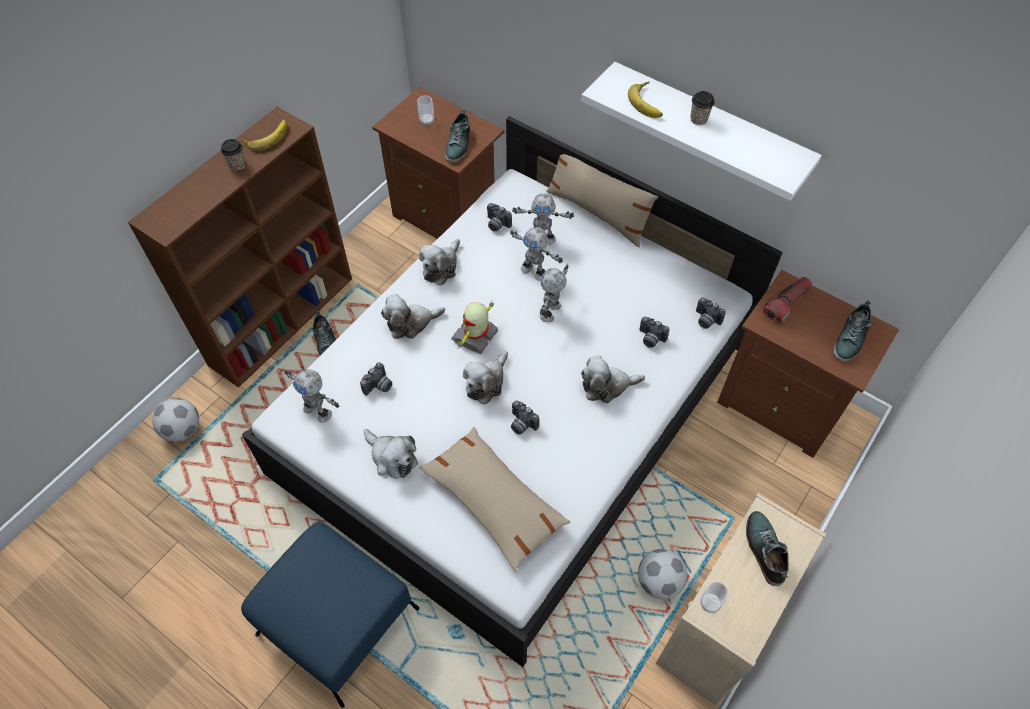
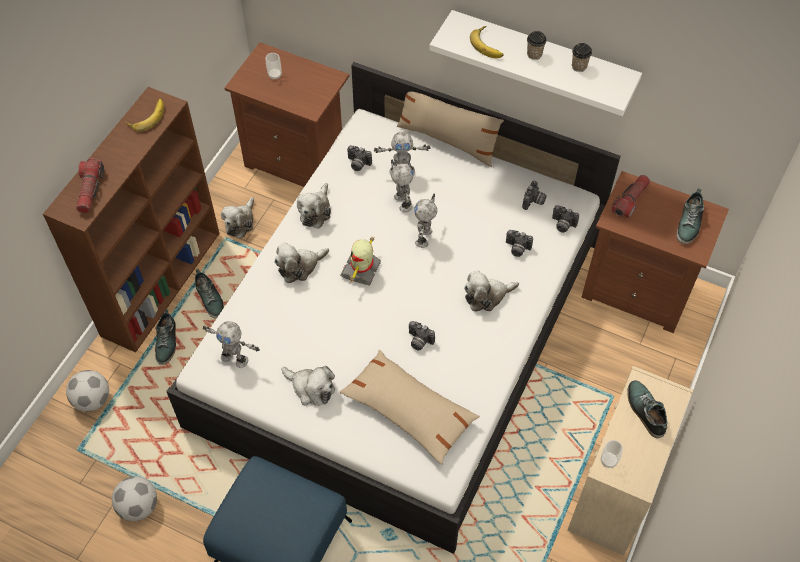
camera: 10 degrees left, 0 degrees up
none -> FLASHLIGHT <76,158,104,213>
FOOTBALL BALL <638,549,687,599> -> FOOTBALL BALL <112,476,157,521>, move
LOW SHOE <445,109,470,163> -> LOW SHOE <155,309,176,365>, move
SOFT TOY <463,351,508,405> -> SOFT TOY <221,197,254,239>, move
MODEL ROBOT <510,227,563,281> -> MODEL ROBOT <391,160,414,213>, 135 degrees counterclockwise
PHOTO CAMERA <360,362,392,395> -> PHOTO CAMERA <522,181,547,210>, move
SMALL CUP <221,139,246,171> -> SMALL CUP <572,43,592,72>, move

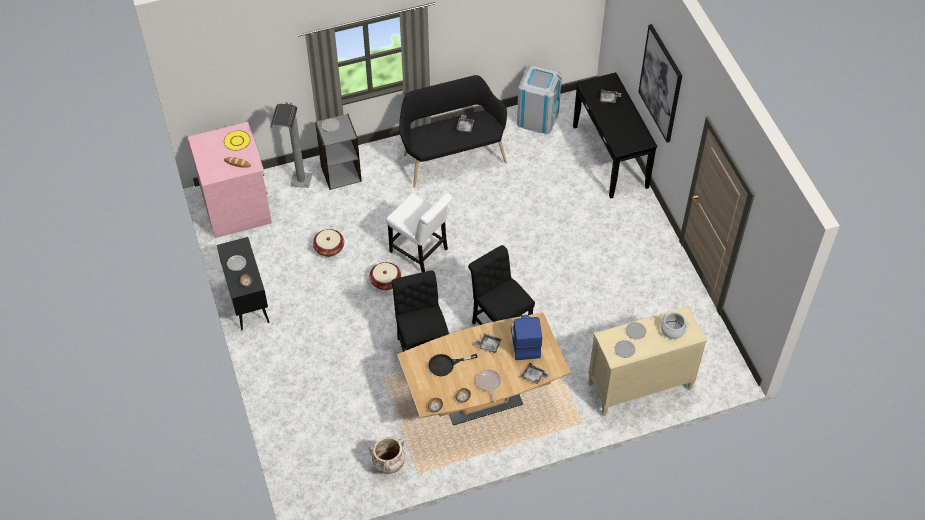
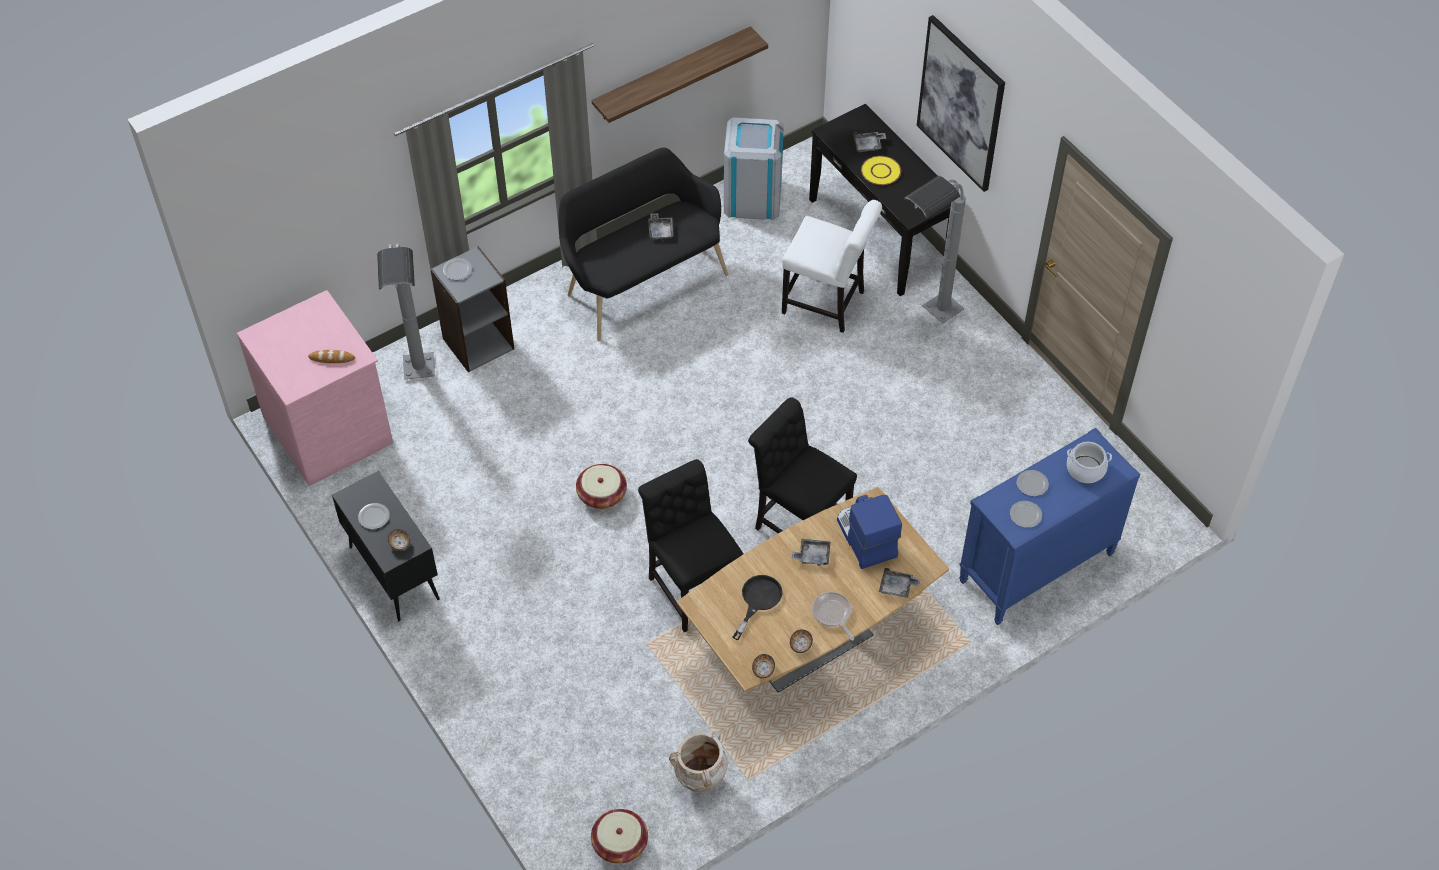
camera: 15 degrees left, 0 degrees up
HOUSEHOLD BASKET <313,229,344,257> -> HOUSEHOLD BASKET <591,809,648,864>, move
none -> SHELF <592,26,768,123>
BLACK-COLOURED FRYING PAN <428,354,477,376> -> BLACK-COLOURED FRYING PAN <732,575,782,640>, 150 degrees clockwise
WHITE-COLOURED UPRIGHT CHAIR <386,193,452,272> -> WHITE-COLOURED UPRIGHT CHAIR <782,200,882,333>, move
YELLOW-COLOURED PLATE <224,130,251,151> -> YELLOW-COLOURED PLATE <861,156,901,185>, move
none -> GREY FLOOR LAMP <903,176,966,324>
SAND-COLOURED CHEST OF DRAWERS <588,305,707,416> -> BLUE-COLOURED CHEST OF DRAWERS <959,428,1140,625>

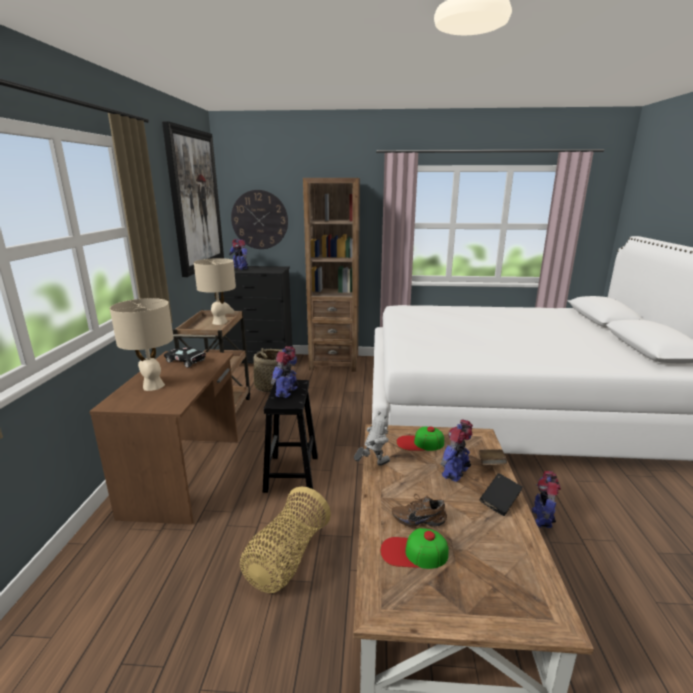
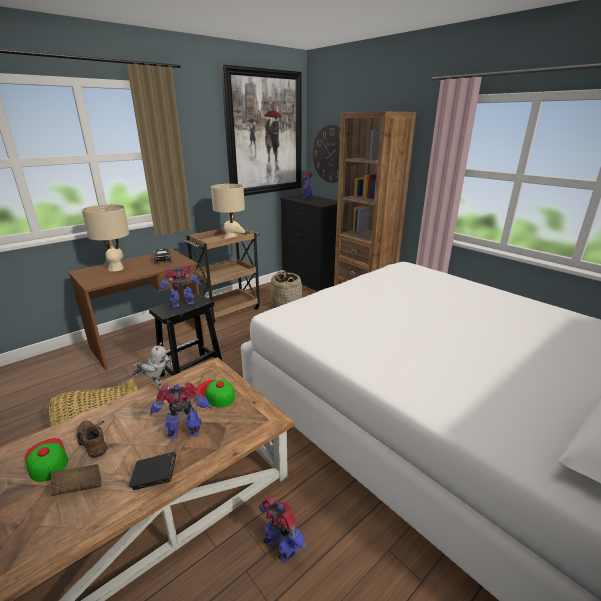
camera: 45 degrees right, 5 degrees up
BROWNISH VOLUME <479,449,507,465> -> BROWNISH VOLUME <51,464,101,496>, move
MODEL ROBOT <532,471,561,528> -> MODEL ROBOT <259,494,307,563>, 75 degrees clockwise

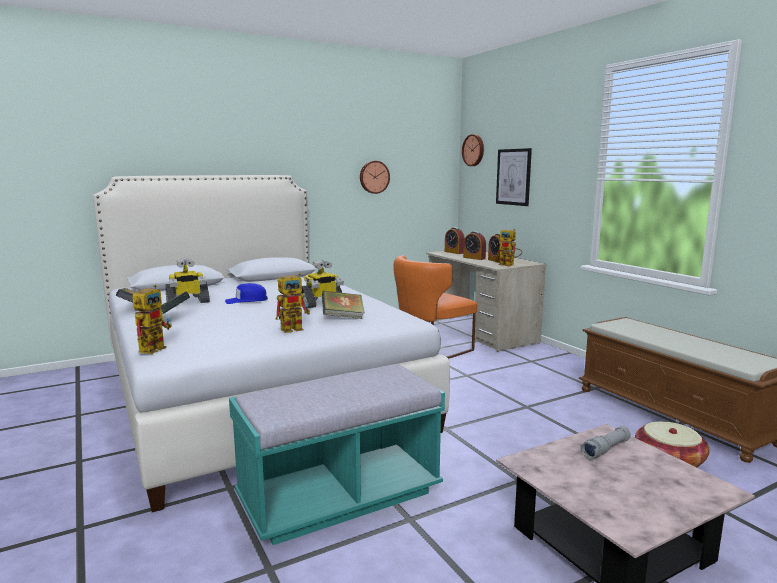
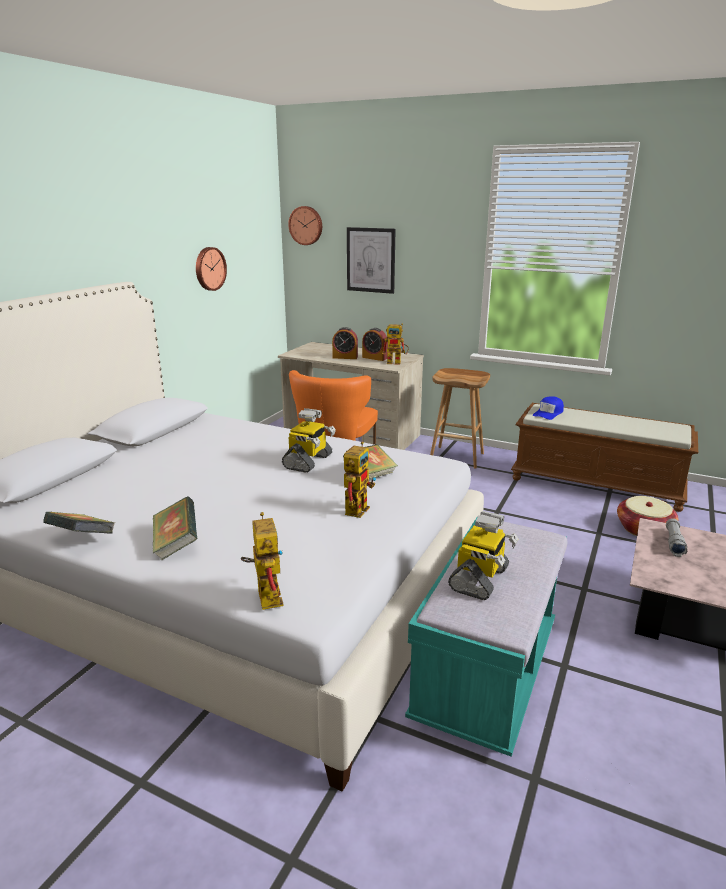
camera: 35 degrees left, 10 degrees up
none -> BROWNISH STOOL <430,368,490,468>
MODEL ROBOT <165,258,210,303> -> MODEL ROBOT <448,511,519,600>, move
BLUE-COLOURED PEAKED CAP <225,283,268,304> -> BLUE-COLOURED PEAKED CAP <533,396,564,420>, move
TABLE CLOCK <445,227,465,254> -> none

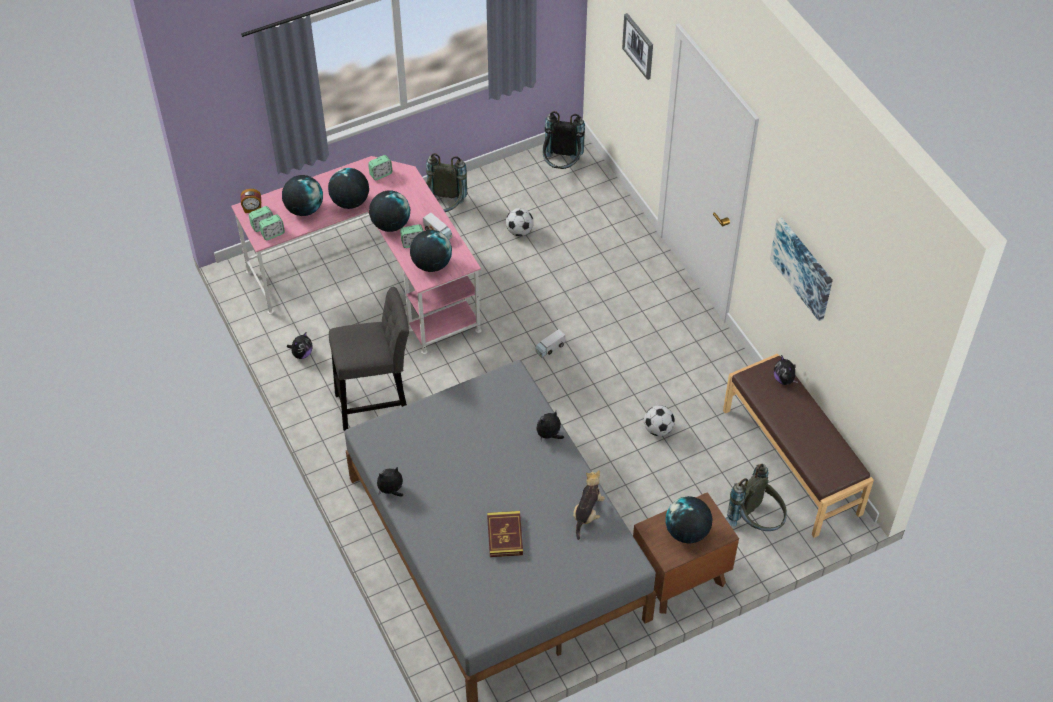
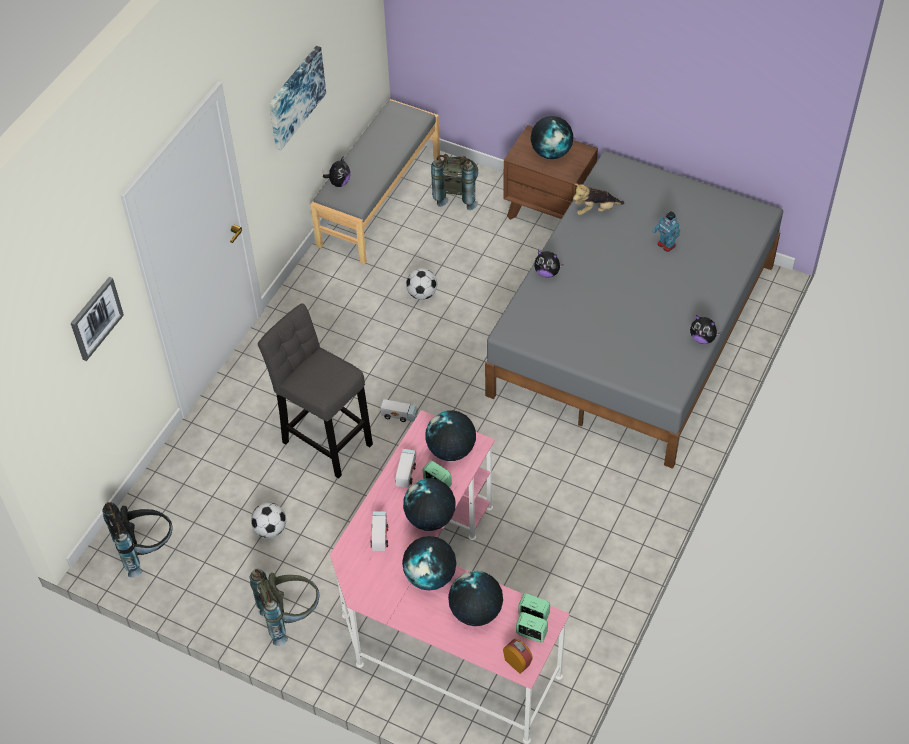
camera: 125 degrees left, 0 degrees up
GREY STOOL <329,287,409,431> -> GREY STOOL <258,303,373,479>, move
BROWNISH BENCH <723,354,874,538> -> GREY BENCH <310,99,440,265>
none -> TOY LORRY <370,511,388,551>
VOLUME <487,511,523,557> -> MODEL ROBOT <652,211,680,252>
SOFT TOY <287,332,313,359> -> none
TABLE CLOCK <368,155,392,180> -> none

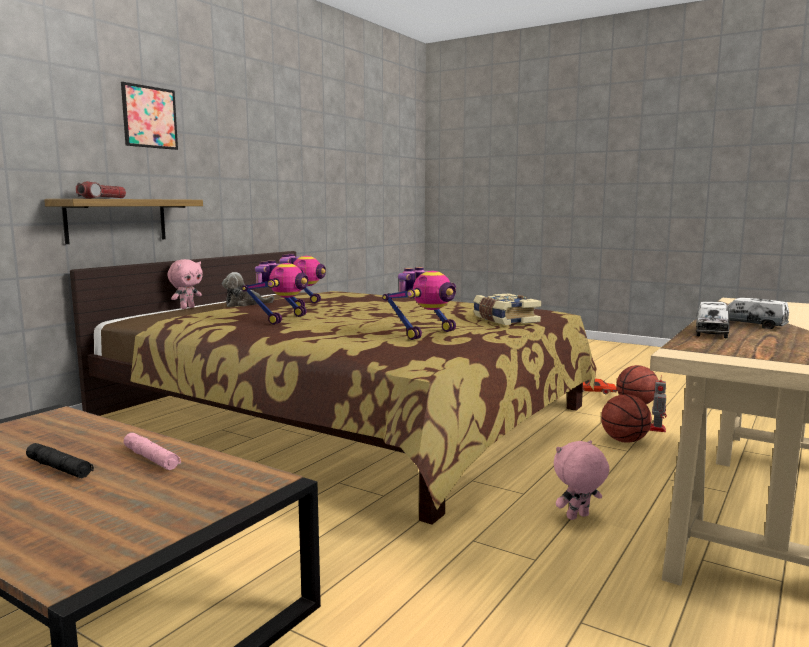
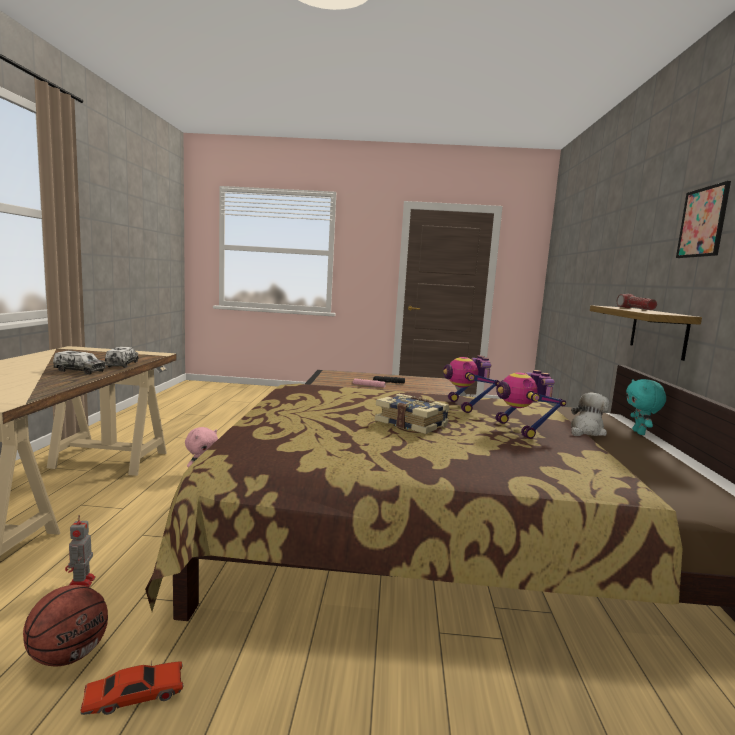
camera: 150 degrees right, 0 degrees up
VOLUME <473,293,541,325> -> VOLUME <375,394,450,434>, move
PINK-COLOURED SOFT TOY <168,259,203,309> -> TURQUOISE-COLOURED SOFT TOY <626,379,666,435>
MODEL ROBOT <383,267,456,340> -> none
BASKETBALL <601,394,652,443> -> none

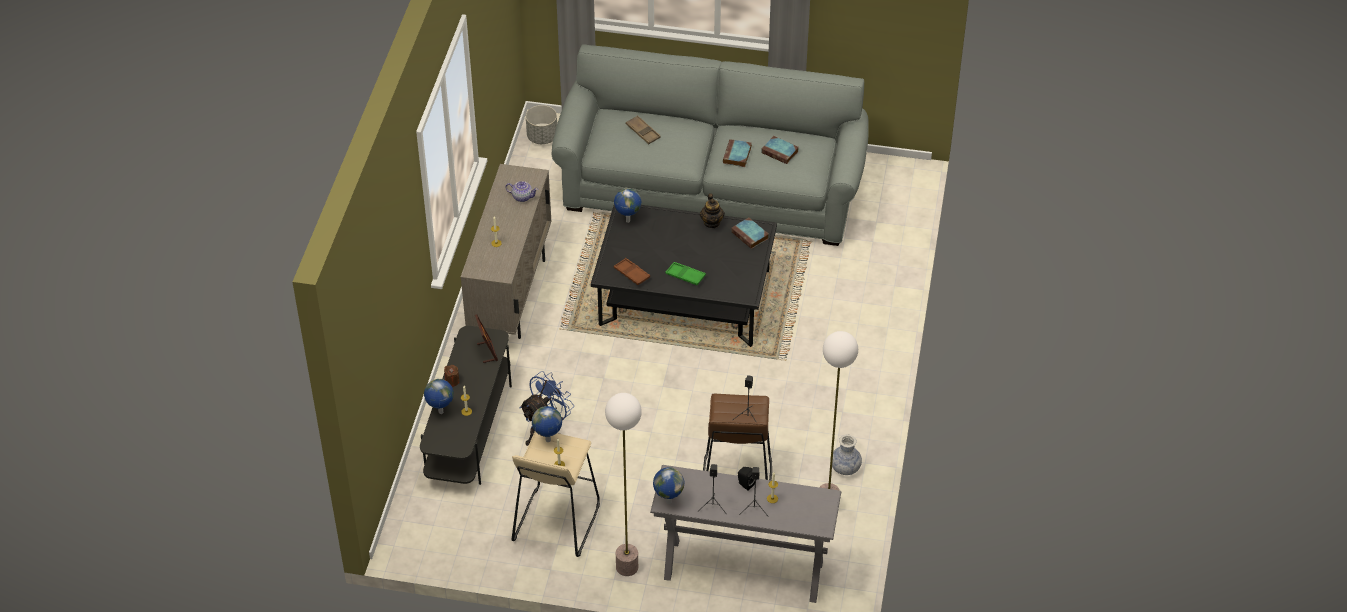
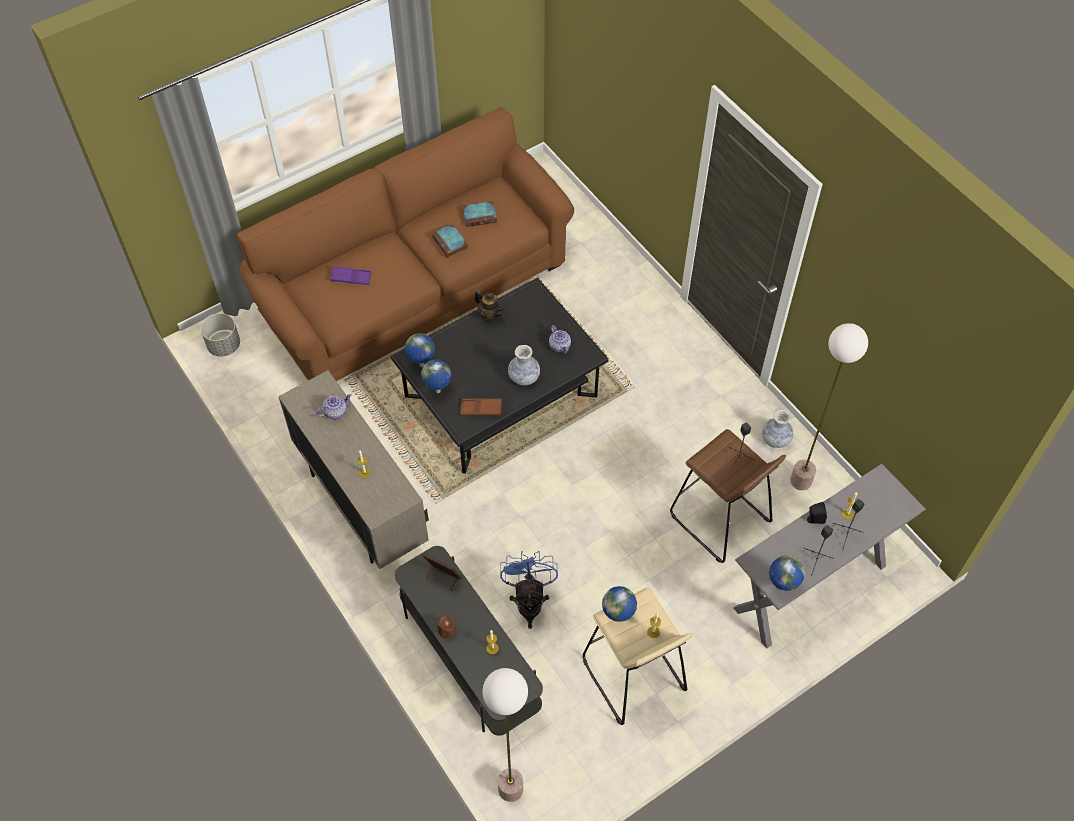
camera: 45 degrees left, 10 degrees up
GREY SOFA <552,44,869,246> -> BROWNISH SOFA <236,107,574,381>
BROWNISH TRAY <626,115,661,144> -> PURPLE-COLOURED TRAY <331,266,372,285>
DESK GLOBE <424,379,454,414> -> DESK GLOBE <421,360,451,393>, move
FLOOR LAMP <605,393,642,576> -> FLOOR LAMP <482,668,528,802>, move
GREEN TRAY <665,262,706,285> -> FLOWER VASE <508,345,540,386>
none -> TEA POT <549,325,571,354>
VOLUME <731,218,769,249> -> none

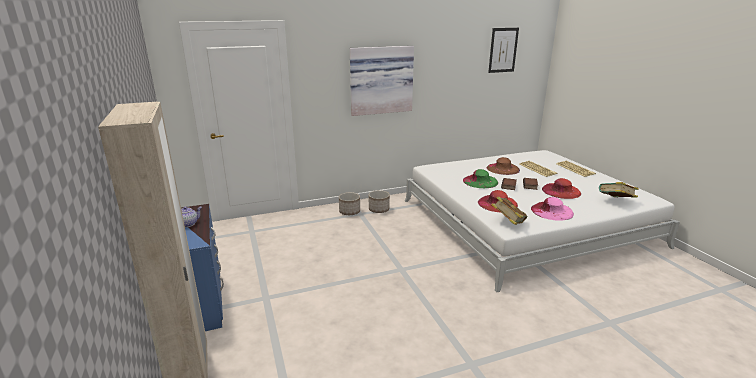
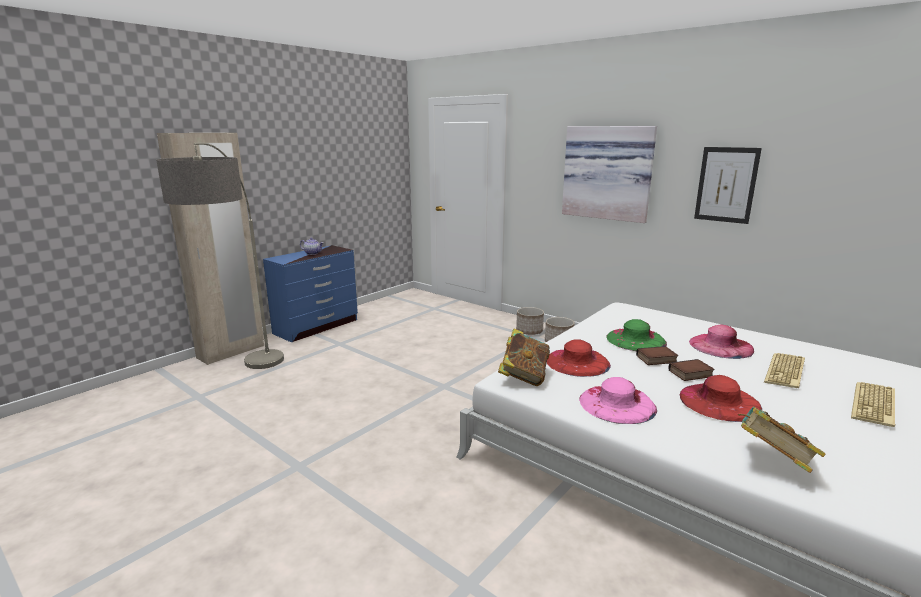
camera: 60 degrees right, 5 degrees down
none -> FLOOR LAMP <156,143,284,369>
BROWNISH HAT <487,157,520,175> -> PINK-COLOURED HAT <689,325,754,359>
PICTURE <488,28,519,73> -> PICTURE <694,147,762,224>, move

